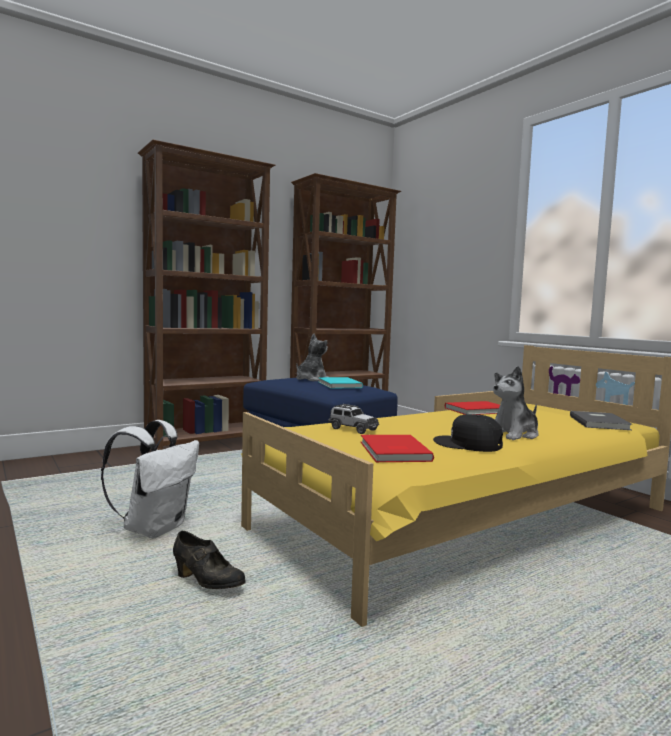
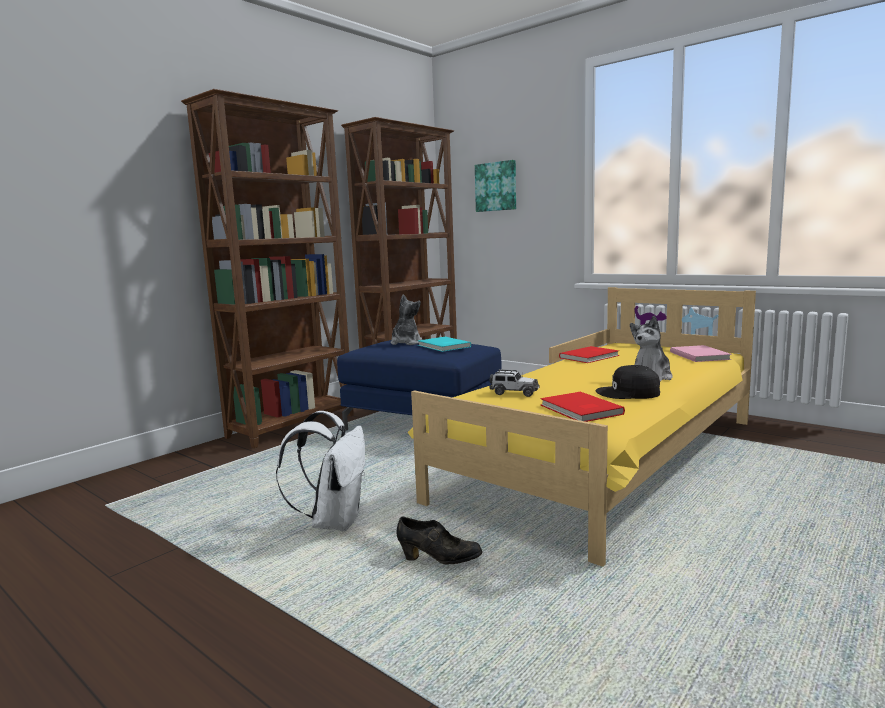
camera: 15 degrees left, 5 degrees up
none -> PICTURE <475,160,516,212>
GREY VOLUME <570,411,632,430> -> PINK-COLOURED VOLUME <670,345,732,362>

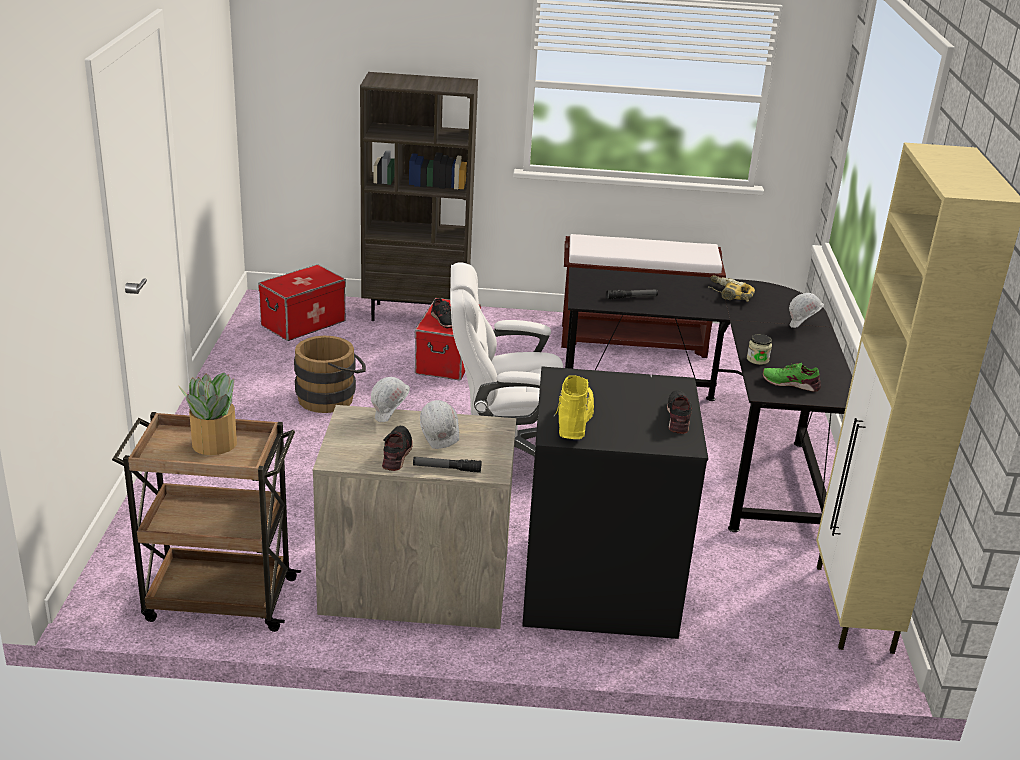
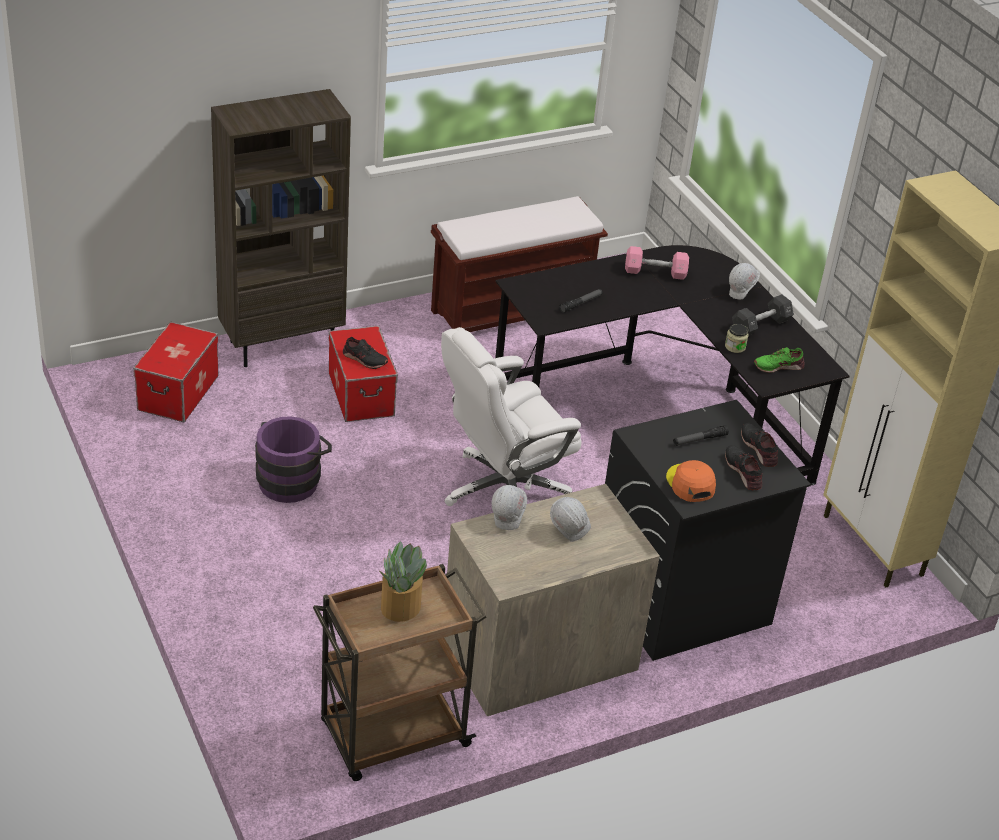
camera: 30 degrees left, 10 degrees up
BROWNISH WATER BUCKET <294,336,366,413> -> PURPLE-COLOURED WATER BUCKET <255,416,332,503>
POWER DRILL <709,275,755,302> -> PINK-COLOURED FREE WEIGHT <625,246,689,280>
YELLOW-COLOURED TALL BOOT <554,375,594,439> -> ORANGE PEAKED CAP <666,460,716,502>
FLASHLIGHT <413,457,482,473> -> FLASHLIGHT <673,425,729,446>, move
BLACK-COLOURED LOW SHOE <382,426,413,471> -> BLACK-COLOURED LOW SHOE <725,445,762,490>, move
none -> BLACK-COLOURED FREE WEIGHT <732,294,794,335>

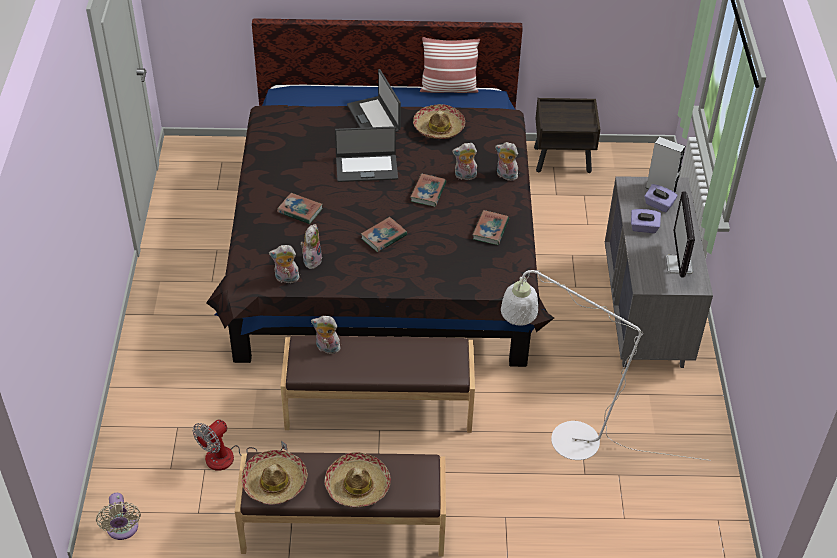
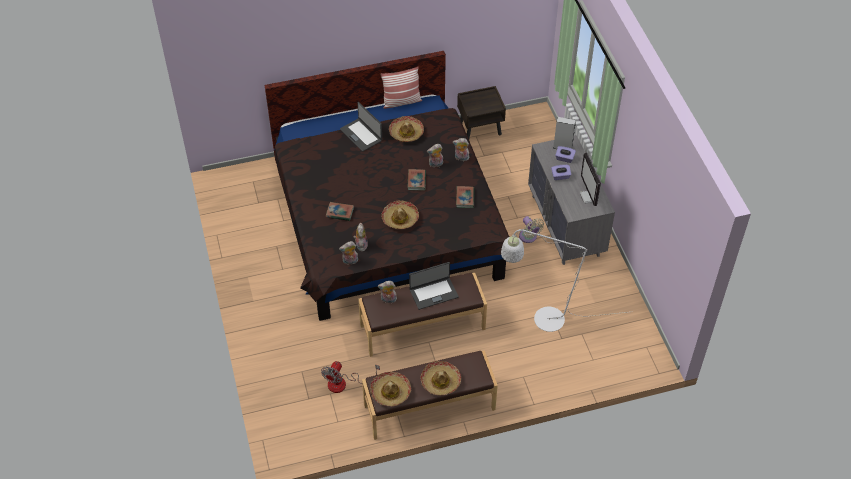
camera: 15 degrees left, 5 degrees up
VOLUME <361,217,407,252> -> HAT <381,201,419,229>
LAPTOP <335,126,398,182> -> LAPTOP <409,262,459,310>, move
SAND-COLOURED FAN <96,493,141,540> -> SAND-COLOURED FAN <519,216,544,243>, move

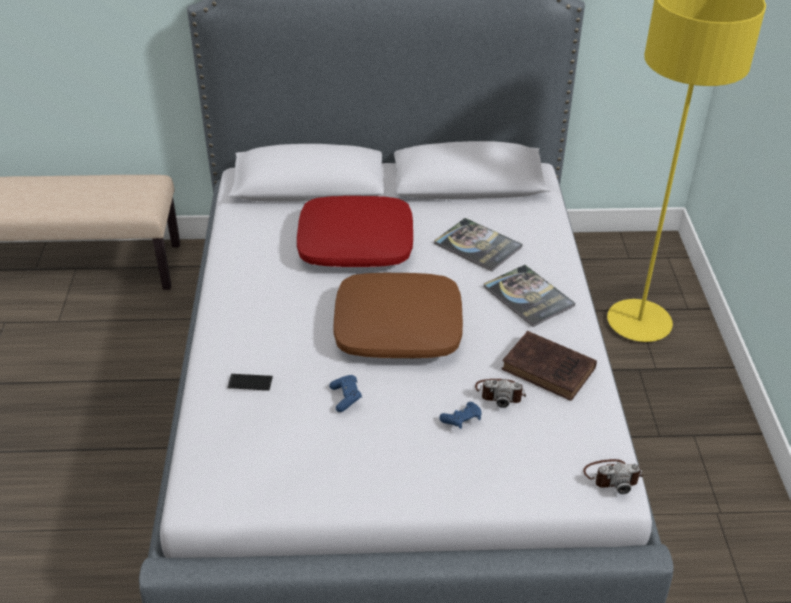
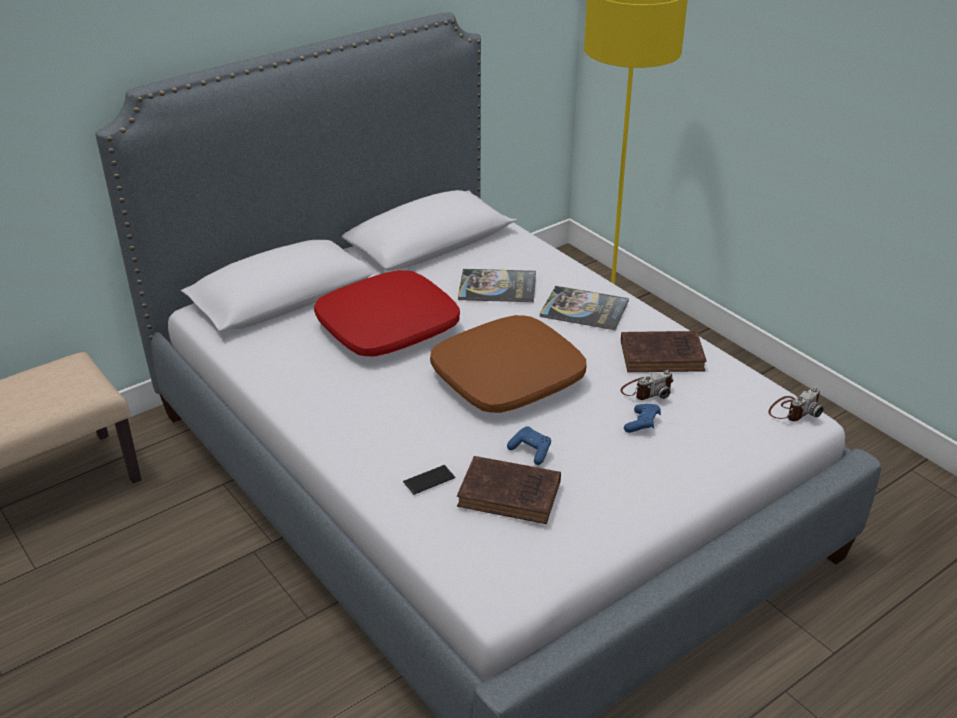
camera: 35 degrees left, 5 degrees down
none -> BROWNISH VOLUME <457,456,561,524>

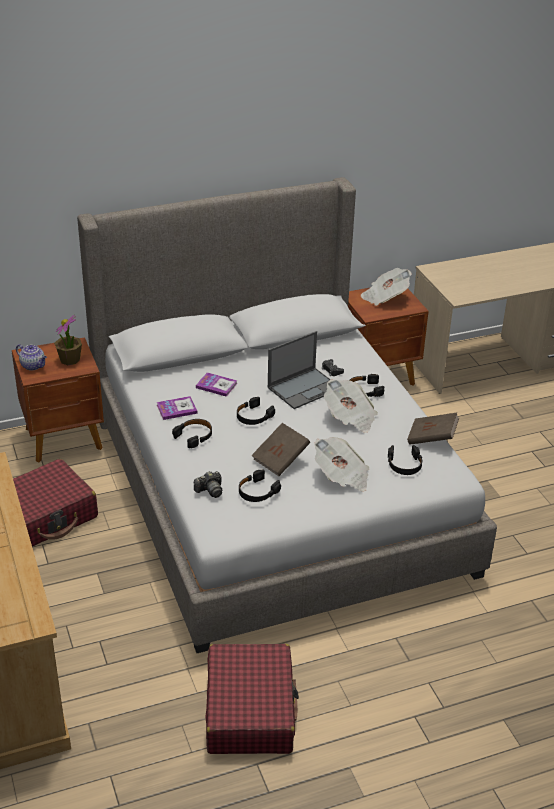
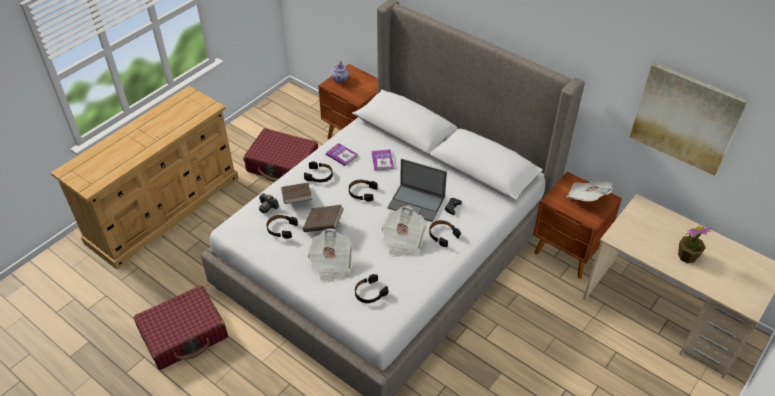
camera: 60 degrees right, 10 degrees up
BROWNISH VOLUME <407,413,459,445> -> BROWNISH VOLUME <281,182,312,204>, move
none -> PICTURE <630,63,748,176>
HOUSEPLANT <54,315,82,365> -> HOUSEPLANT <678,226,713,263>, move

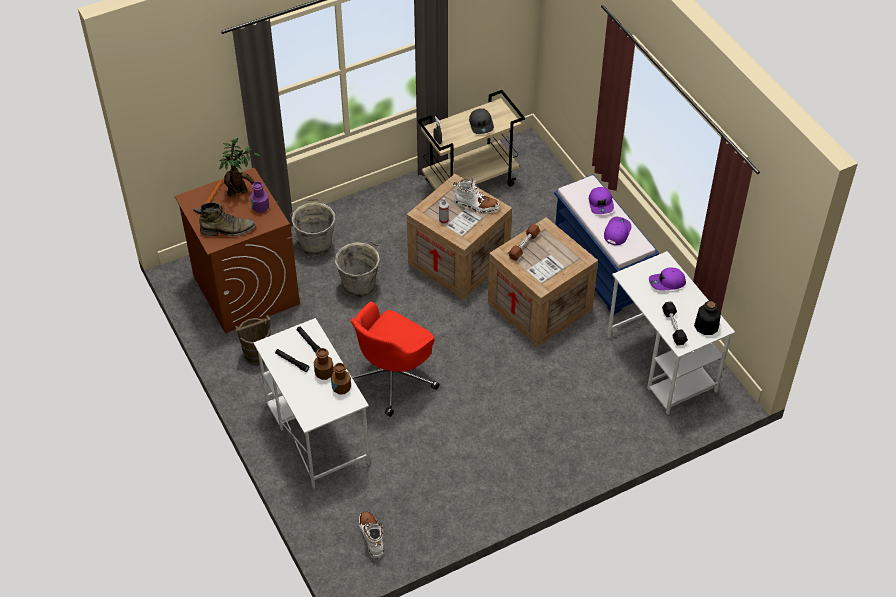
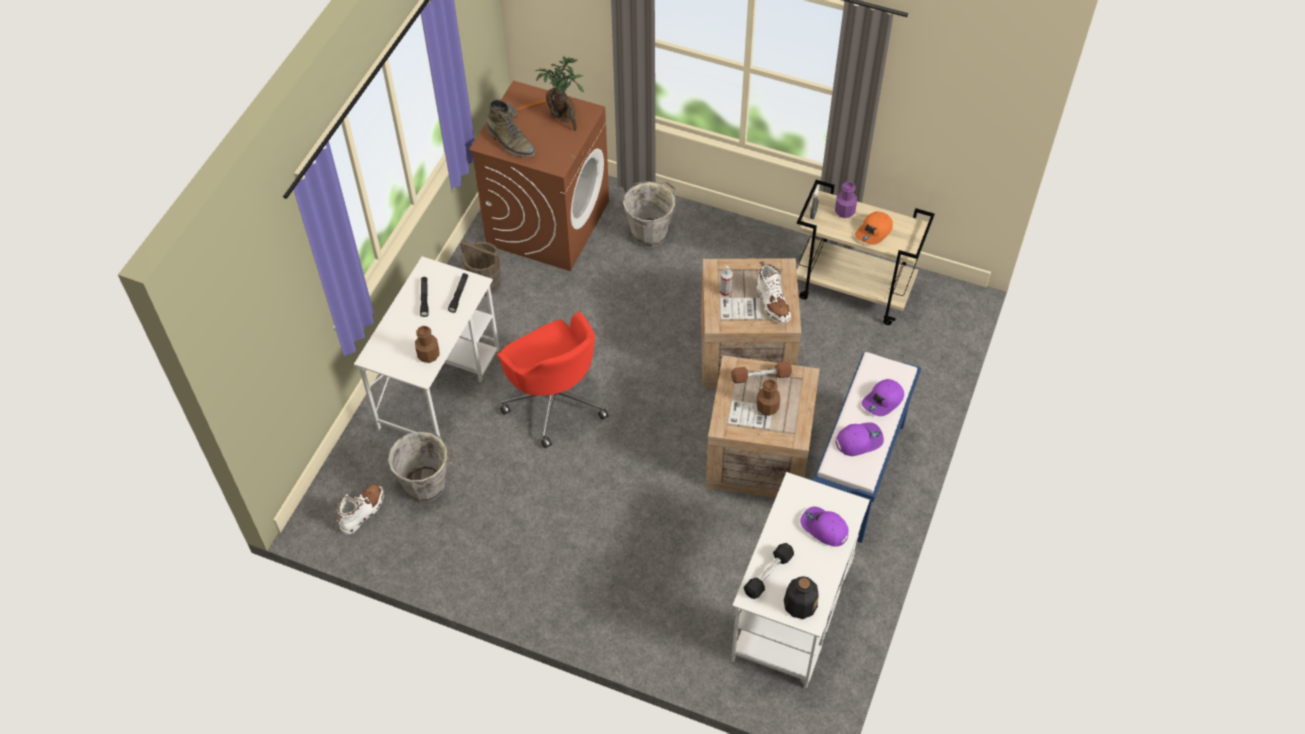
camera: 50 degrees right, 5 degrees up
GREY WATER BUCKET <335,241,382,298> -> GREY WATER BUCKET <388,430,454,502>, move
RED DESK CHAIR <351,302,440,417> -> RED DESK CHAIR <497,312,609,448>, 120 degrees counterclockwise
BROWNISH DRINK BOTTLE <314,348,334,380> -> BROWNISH DRINK BOTTLE <757,379,780,416>, move
PURPLE-COLOURED DRINK BOTTLE <251,181,269,213> -> PURPLE-COLOURED DRINK BOTTLE <835,181,857,218>, move
GREY PEAKED CAP <469,109,494,134> -> ORANGE PEAKED CAP <855,211,893,245>

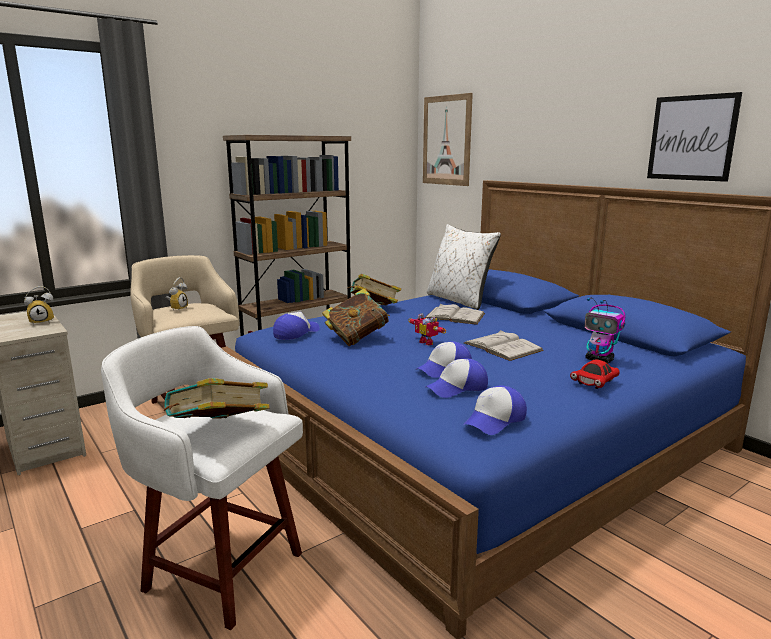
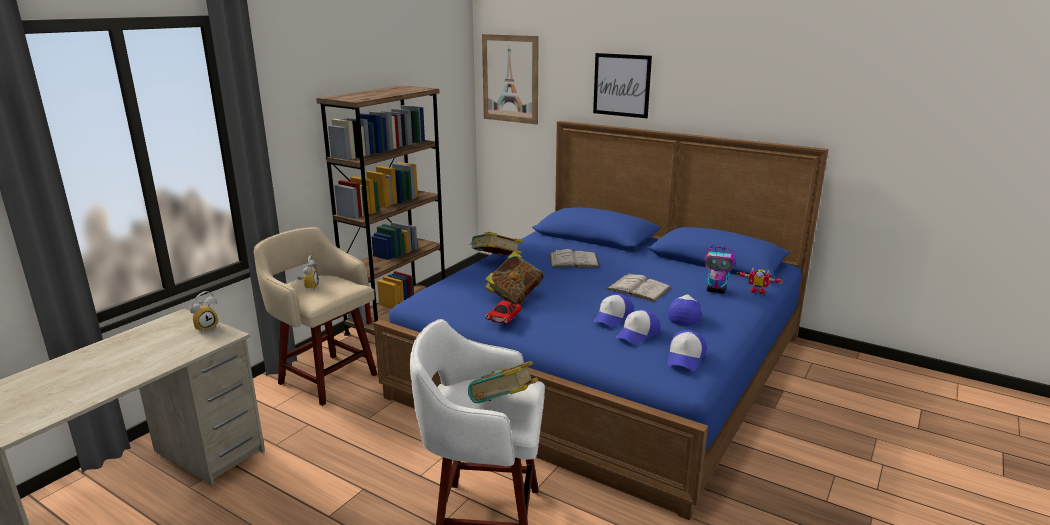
camera: 20 degrees left, 5 degrees up
RED MODEL CAR <570,359,620,389> -> RED MODEL CAR <485,301,522,324>, move
PICTURE <647,92,742,182> -> PICTURE <593,53,652,118>, move
PEAKED CAP <273,312,320,340> -> PEAKED CAP <668,294,701,326>, move
MODEL ROBOT <408,314,446,345> -> MODEL ROBOT <737,267,783,294>, move
WHITE-COLOURED PILLOW <427,224,501,310> -> none

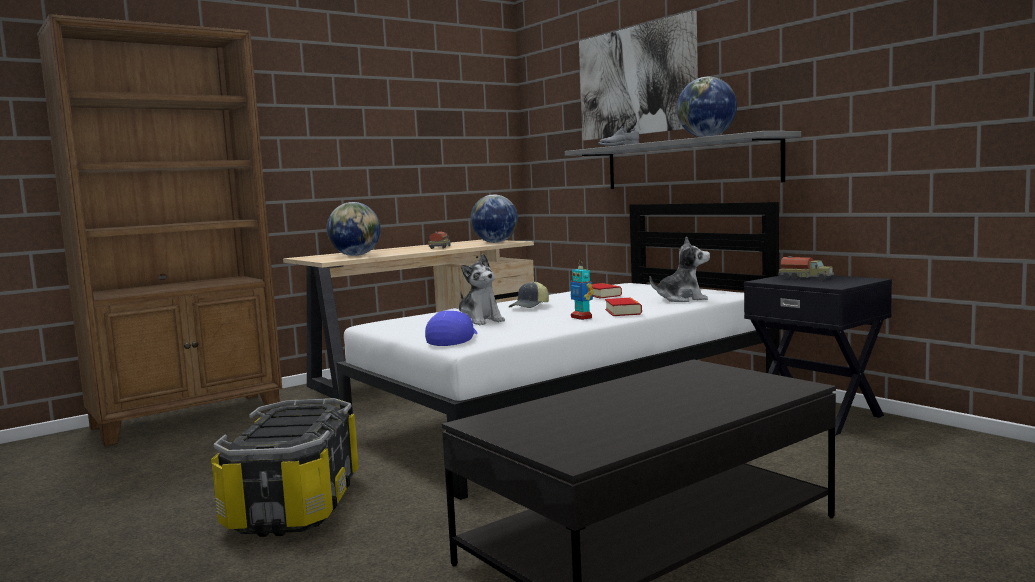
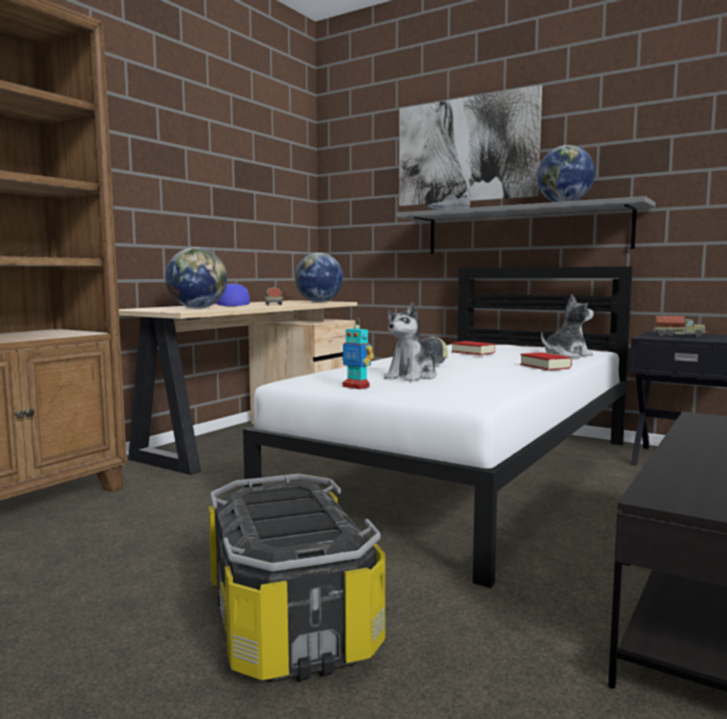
camera: 20 degrees left, 0 degrees up
PEAKED CAP <425,308,478,346> -> PEAKED CAP <217,284,250,306>, move
MODEL ROBOT <570,260,594,320> -> MODEL ROBOT <342,318,374,389>, move
SOFT TOY <459,254,505,325> -> SOFT TOY <384,302,437,381>, 90 degrees clockwise

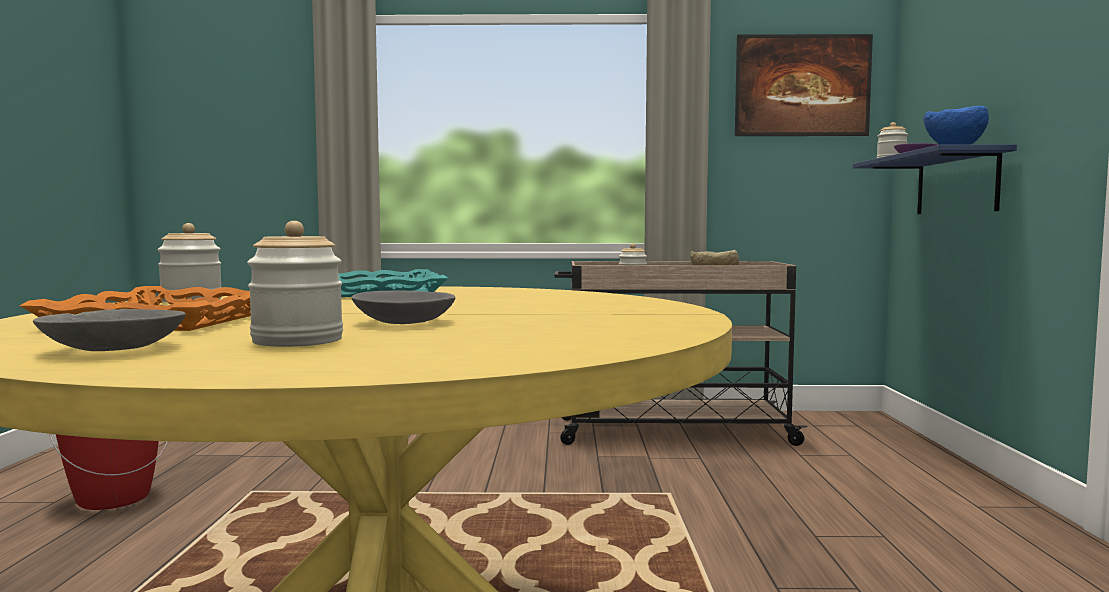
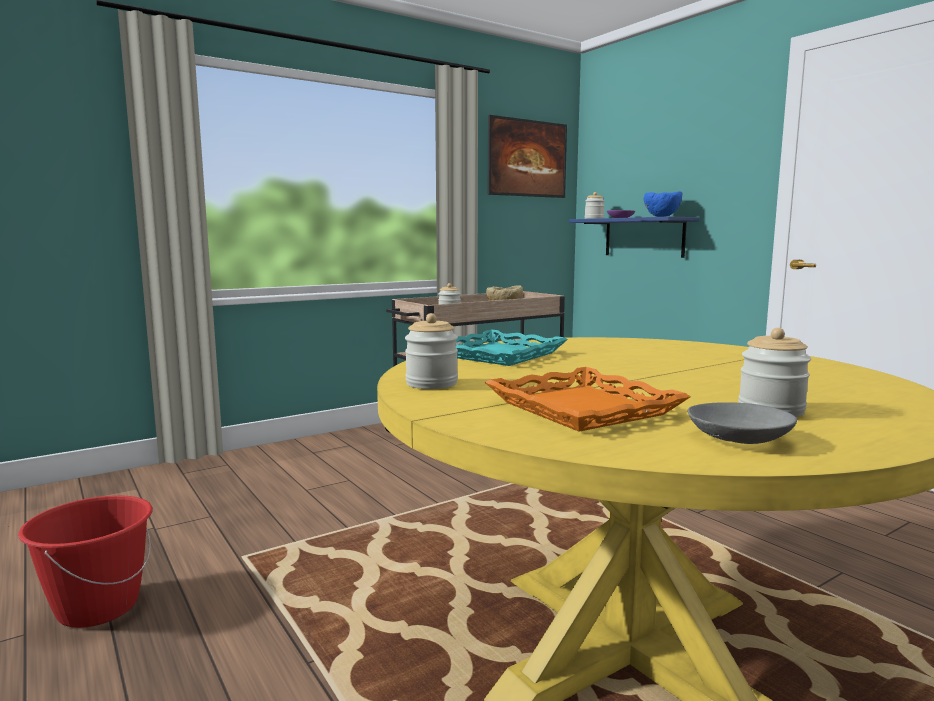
camera: 35 degrees left, 5 degrees up
GREY SERVING BOWL <351,291,455,324> -> none

